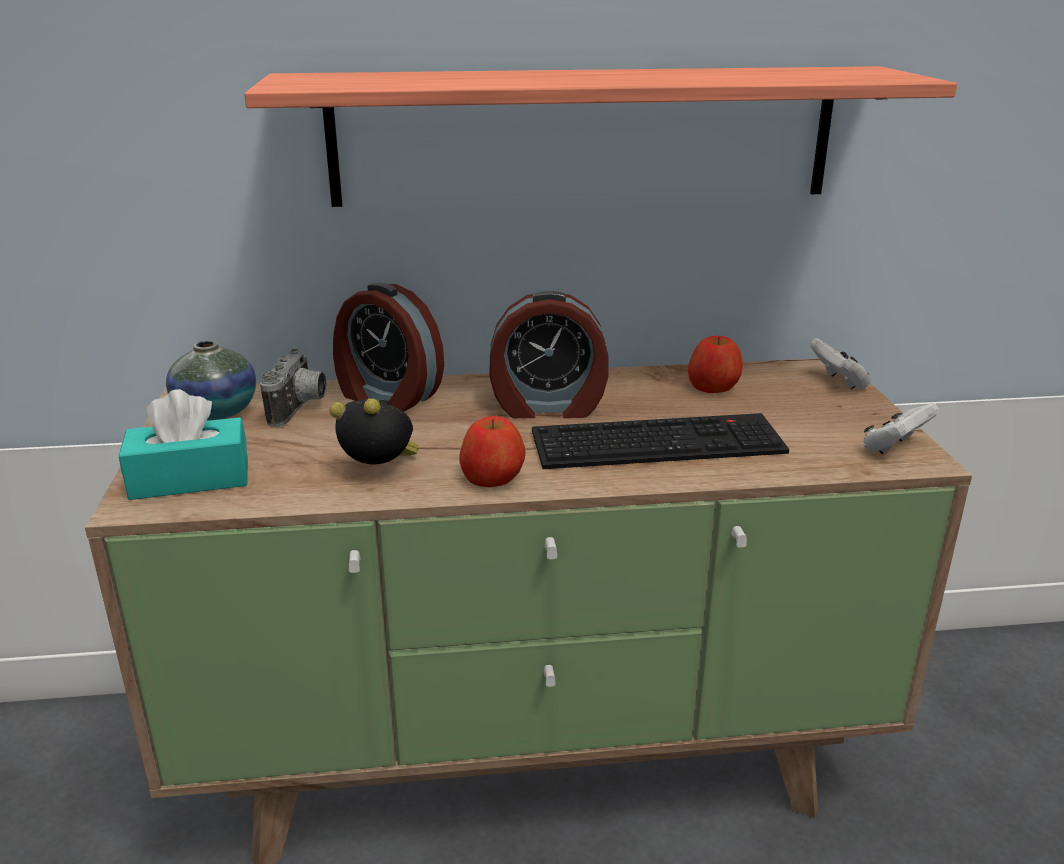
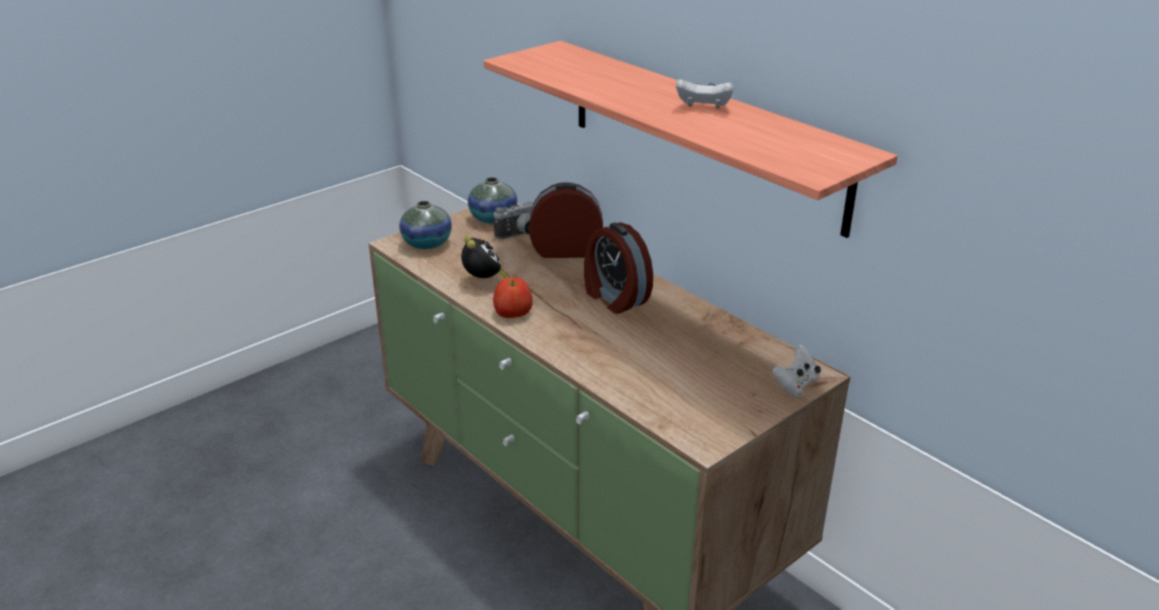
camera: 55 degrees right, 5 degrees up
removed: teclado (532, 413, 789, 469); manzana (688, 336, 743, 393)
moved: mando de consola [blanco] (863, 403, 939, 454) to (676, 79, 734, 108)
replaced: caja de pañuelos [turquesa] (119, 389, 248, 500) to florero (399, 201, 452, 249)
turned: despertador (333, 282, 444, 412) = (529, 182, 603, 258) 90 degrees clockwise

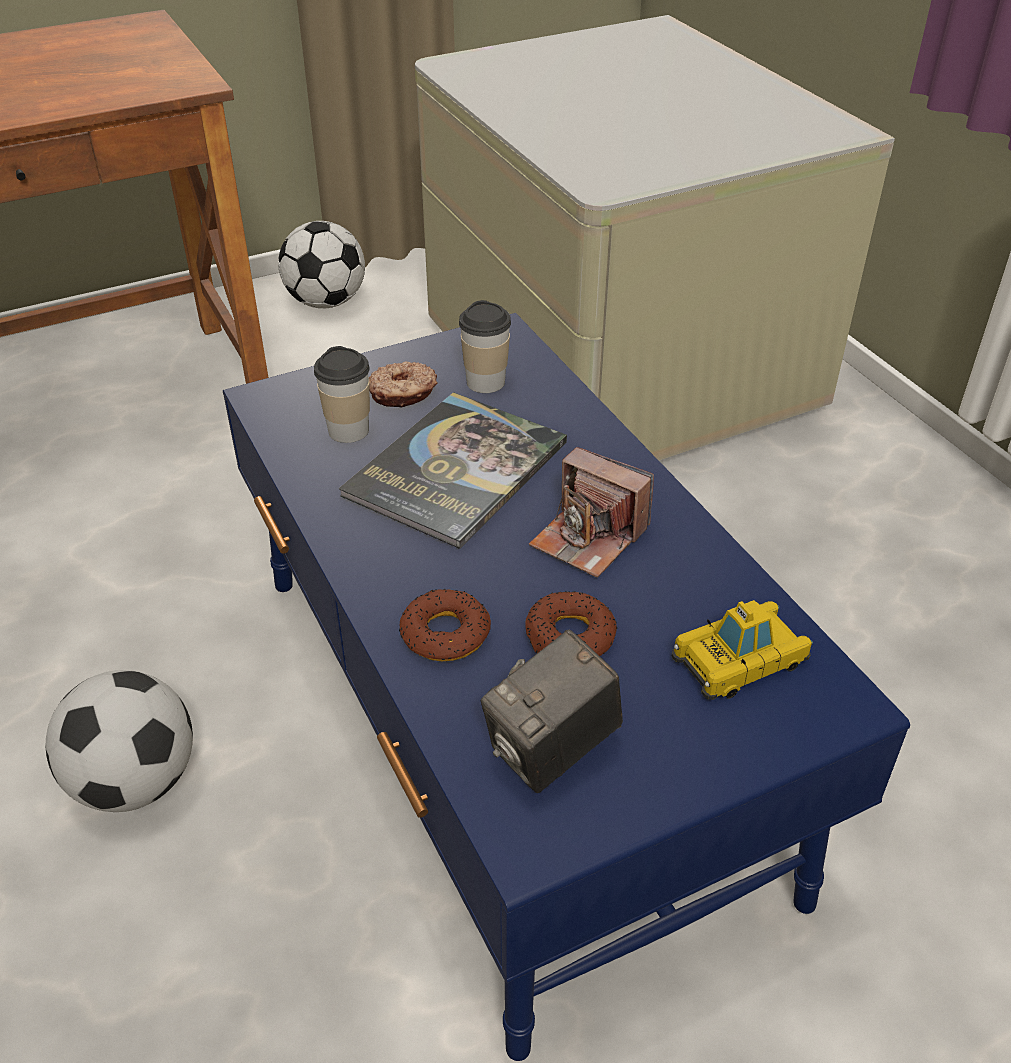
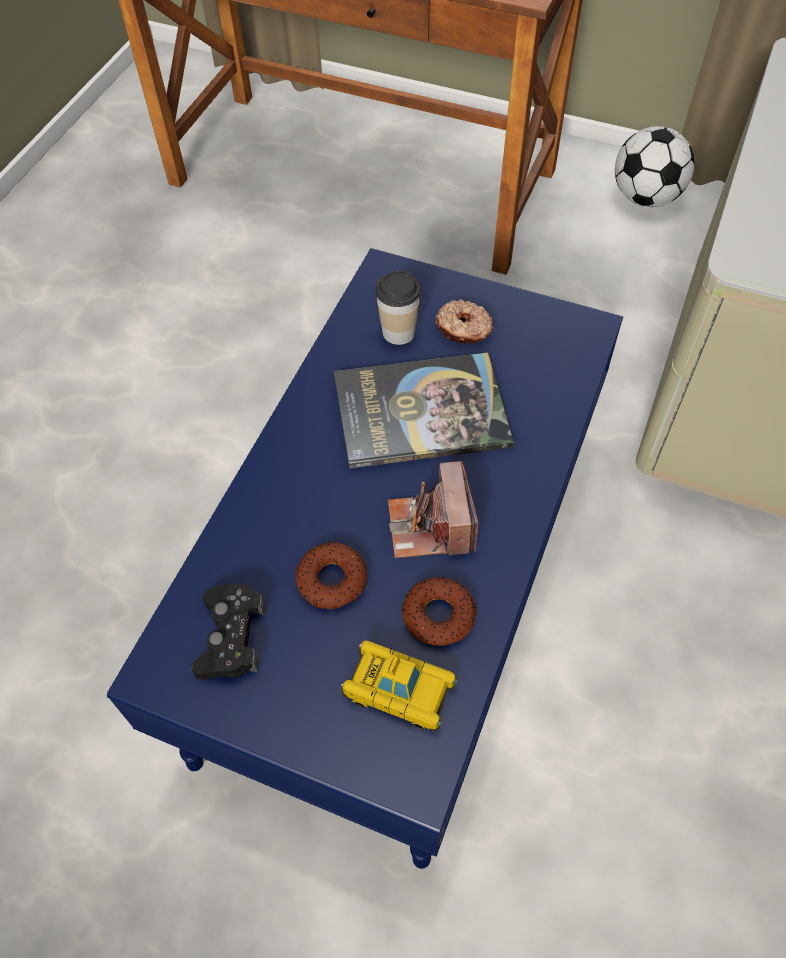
camera: 50 degrees right, 15 degrees up
removed: balón de fútbol (46, 670, 193, 812); taza (459, 300, 511, 393)
moved: rosquilla (399, 589, 491, 661) to (402, 577, 477, 646)
replaced: cámara (481, 630, 623, 793) to mando de consola [negro] (191, 584, 266, 680)

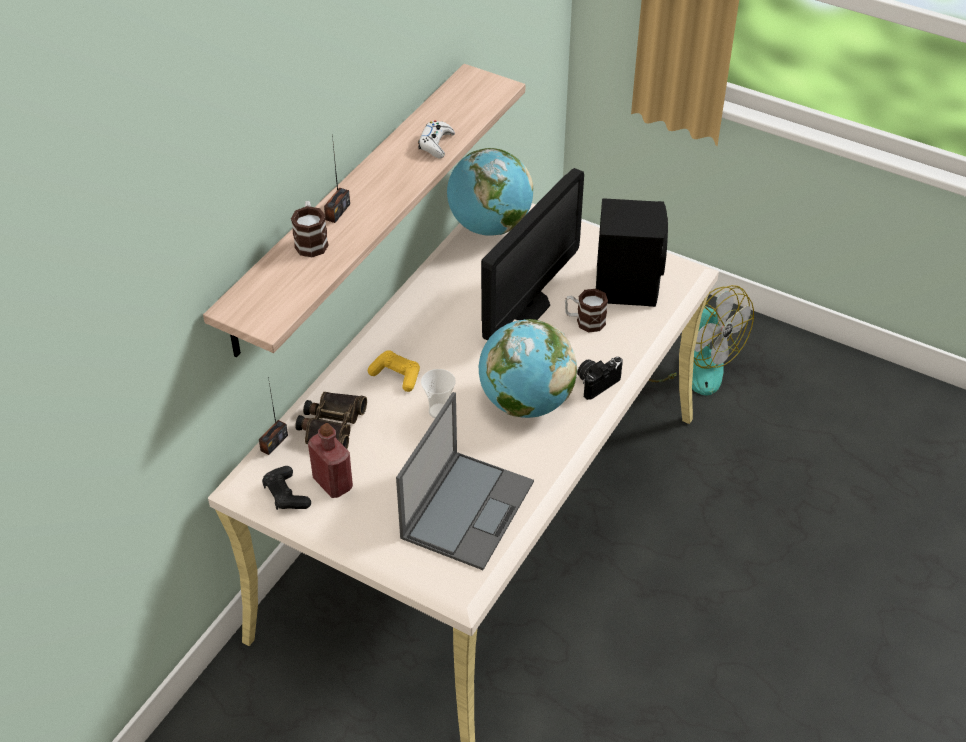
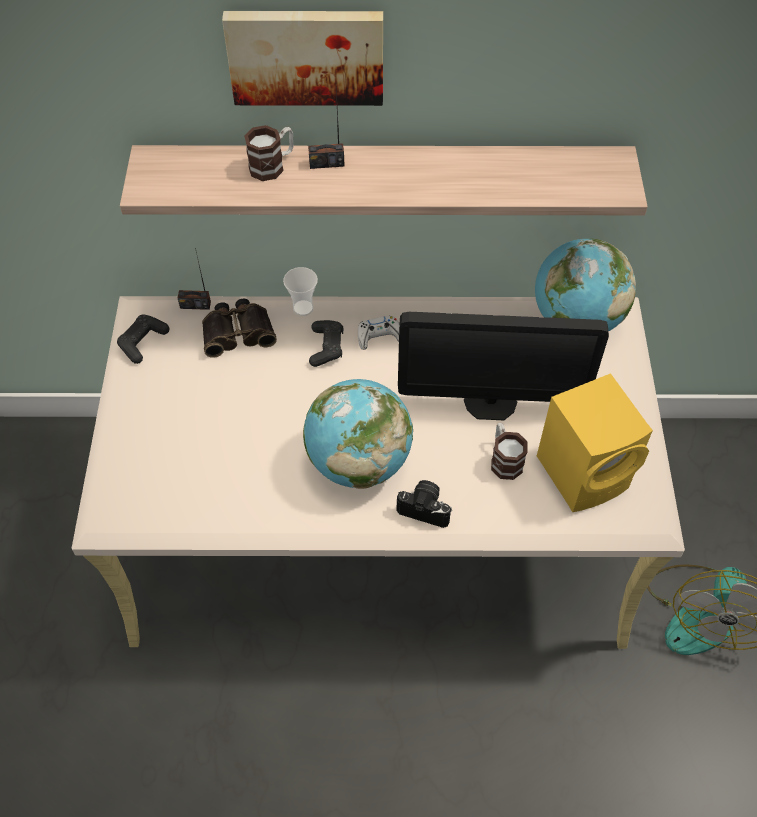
camera: 60 degrees right, 10 degrees up
removed: botella [rojo] (308, 423, 353, 498); portátil (396, 392, 534, 570)
added: cuadro (222, 11, 383, 106)
moved: mando de consola [blanco] (418, 120, 455, 159) to (358, 316, 400, 350); taza (421, 369, 456, 418) to (283, 267, 318, 316)
recoloured: mando de consola [amarillo] (368, 350, 420, 392) to mando de consola [negro] (309, 320, 343, 367); altavoz [negro] (596, 198, 668, 307) to altavoz [amarillo] (537, 373, 653, 512)

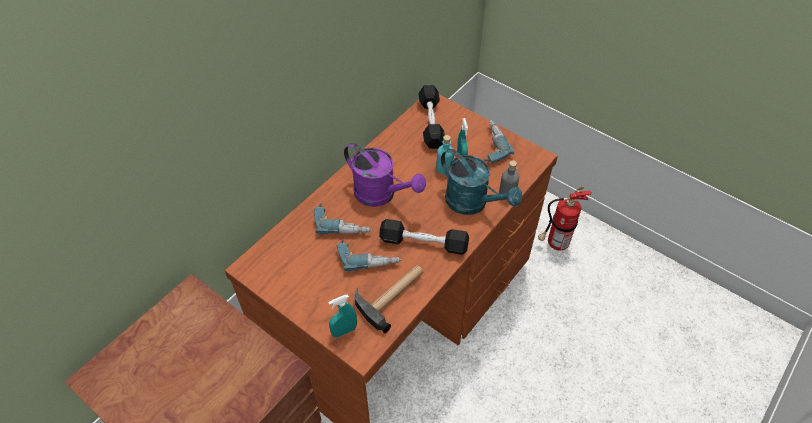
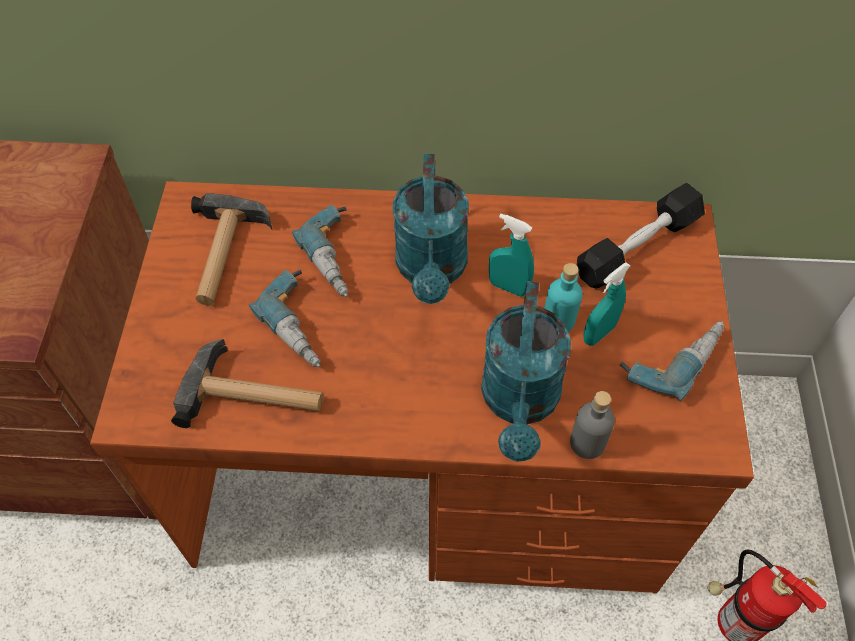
camera: 55 degrees right, 5 degrees up
removed: mancuerna [negro] (379, 219, 469, 255)
added: martillo (191, 193, 272, 306)
moved: pulverizador [turquesa] (328, 294, 357, 338) to (489, 214, 534, 297)
recoloured: regadera [morado] (344, 143, 426, 207) to regadera [turquesa] (393, 154, 469, 304)

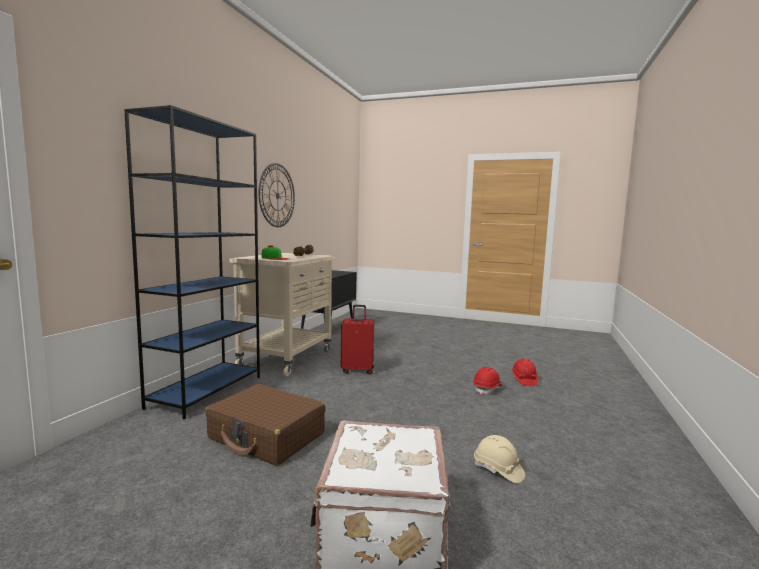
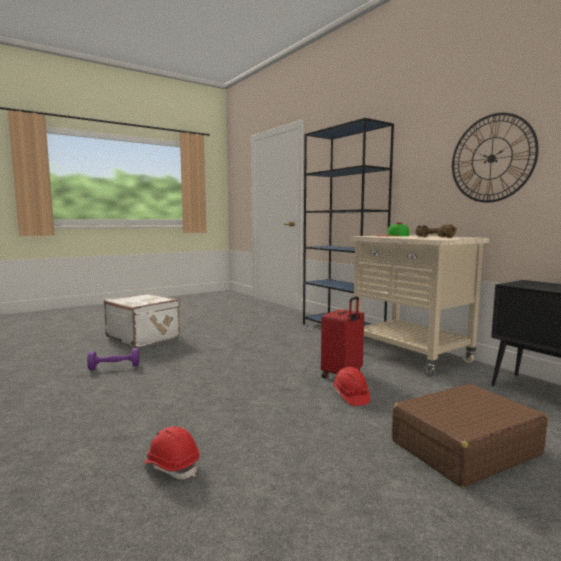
camera: 125 degrees right, 0 degrees up
moved: maleta [marrón] (205, 384, 325, 466) to (392, 384, 548, 487); casco [rojo] (473, 367, 502, 395) to (333, 367, 370, 406)
replaced: casco [beis] (474, 435, 525, 484) to mancuerna [morado] (87, 348, 139, 370)

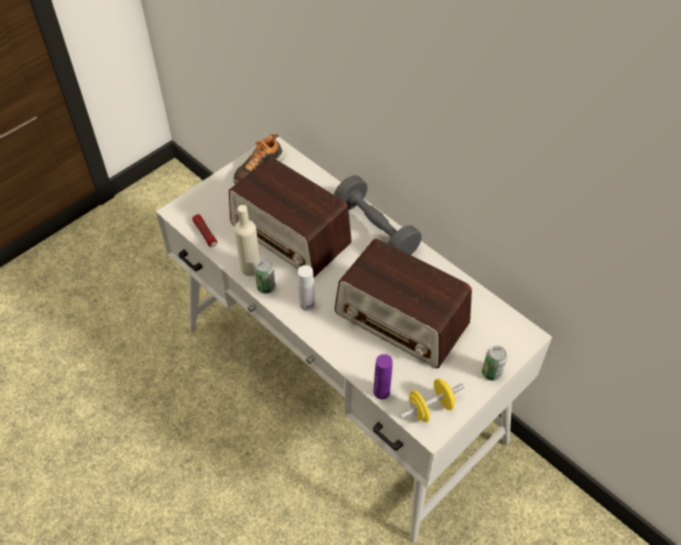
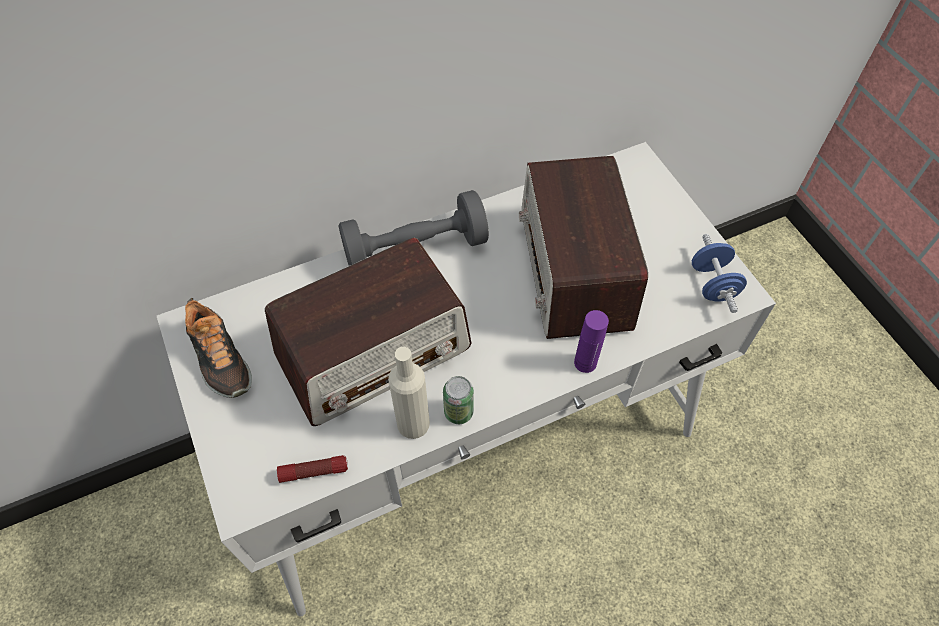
camera: 70 degrees left, 5 degrees up
removed: botella [blanco] (298, 265, 315, 311); lata (482, 346, 507, 381)
moved: botella [morado] (374, 354, 393, 399) to (574, 310, 609, 373)
recoloured: mancuerna [amarillo] (399, 379, 465, 422) to mancuerna [azul] (692, 234, 747, 313)
turned: radio (335, 238, 472, 368) = (519, 156, 648, 339) 120 degrees clockwise

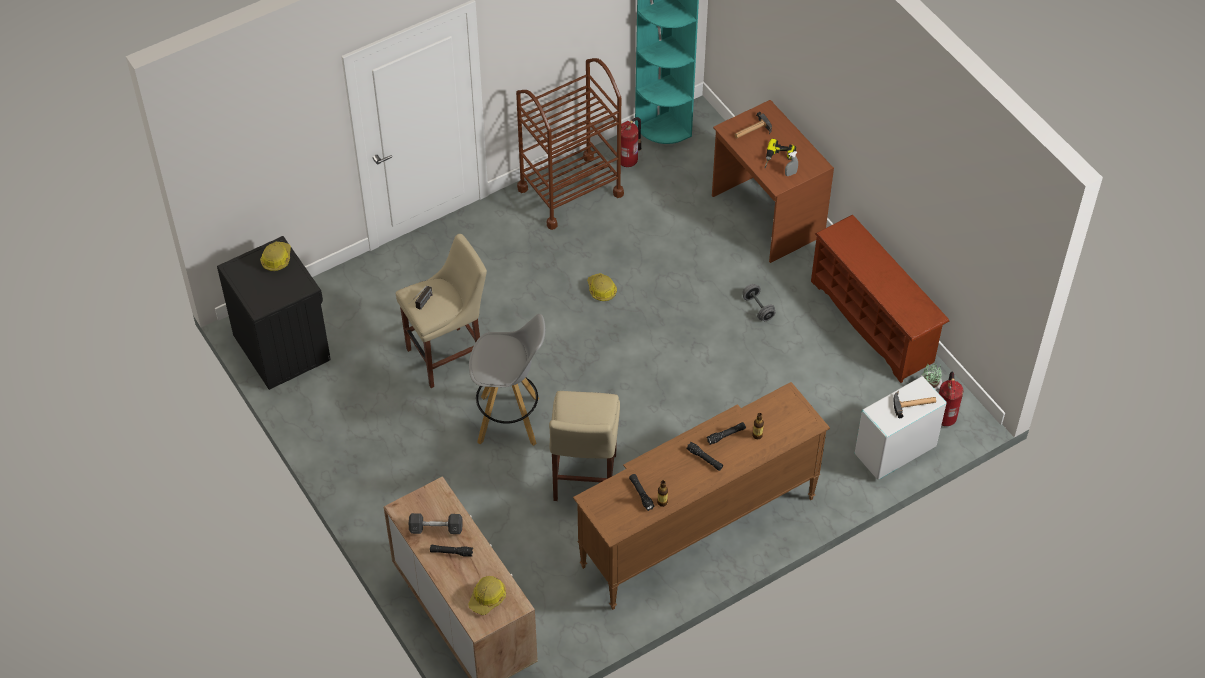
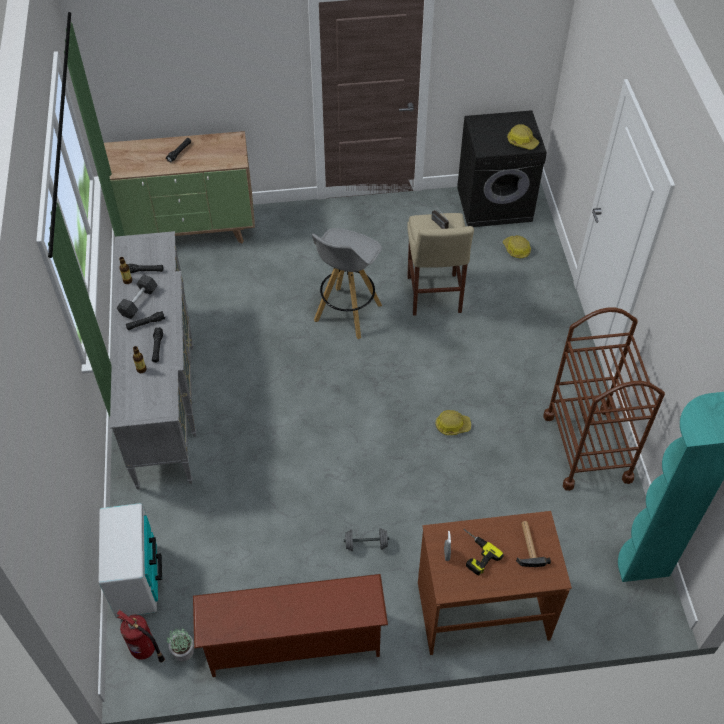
camera: 115 degrees right, 0 degrees up
removed: taburete [beis] (549, 391, 620, 501); extintor (621, 117, 642, 167); martillo (893, 391, 936, 418)
moved: mancuerna [gris] (409, 513, 463, 534) to (117, 275, 158, 319); casco (469, 576, 506, 615) to (503, 235, 531, 258)
recoloured: armario [marrón] (573, 382, 830, 610) to armario [gris] (110, 231, 196, 490)

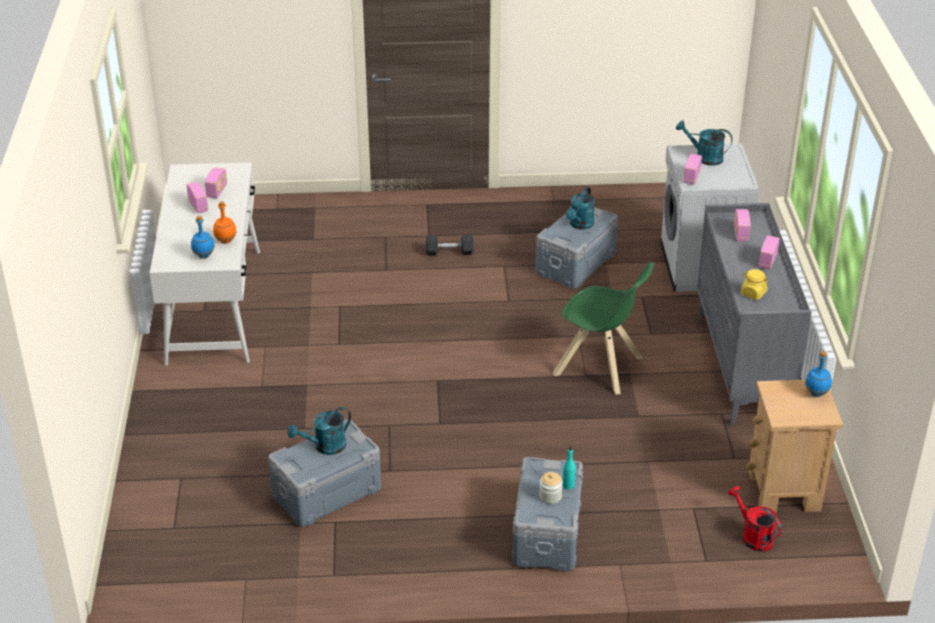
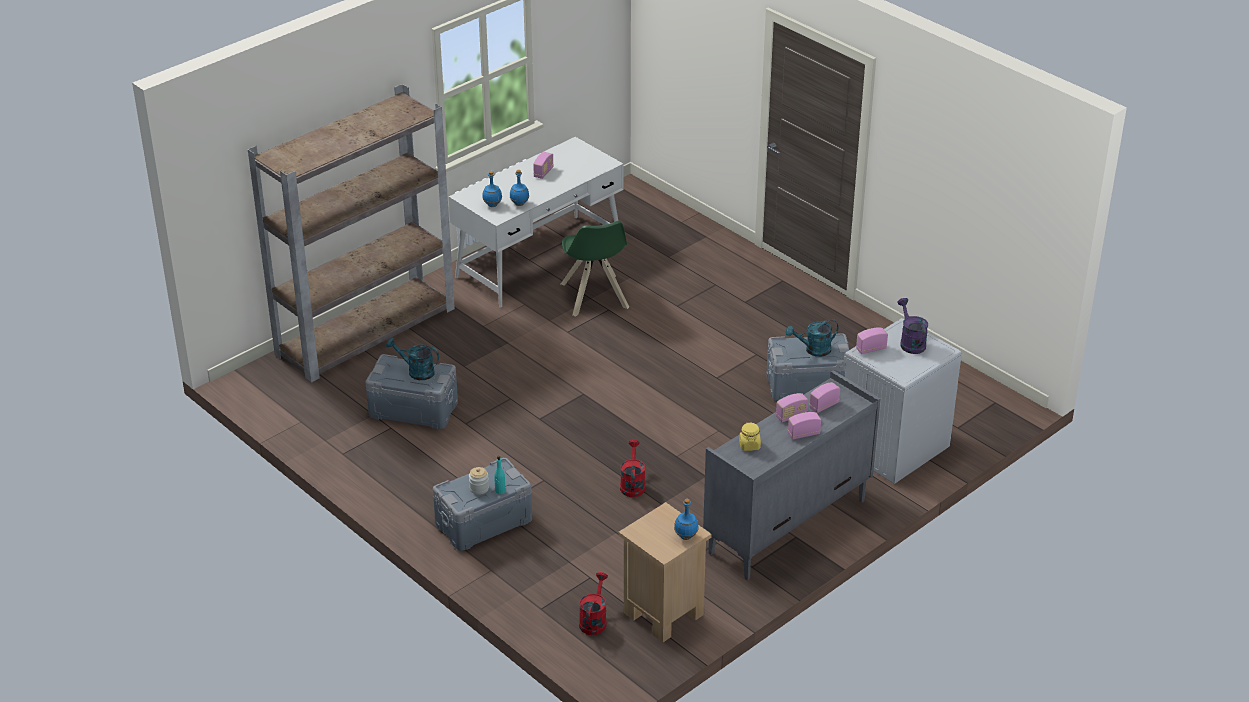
camera: 50 degrees right, 0 degrees up
removed: mancuerna [gris] (426, 235, 473, 256)
added: estantería [marrón] (248, 84, 455, 383); regadera [rojo] (620, 440, 645, 497)
moved: radio (205, 167, 227, 198) to (776, 393, 808, 422); silla [verde] (552, 262, 654, 395) to (561, 221, 629, 317)
recoloured: botella [naranja] (213, 202, 237, 244) to botella [azul] (510, 170, 529, 206); regadera [turquesa] (676, 120, 733, 166) to regadera [morado] (897, 298, 928, 354)

